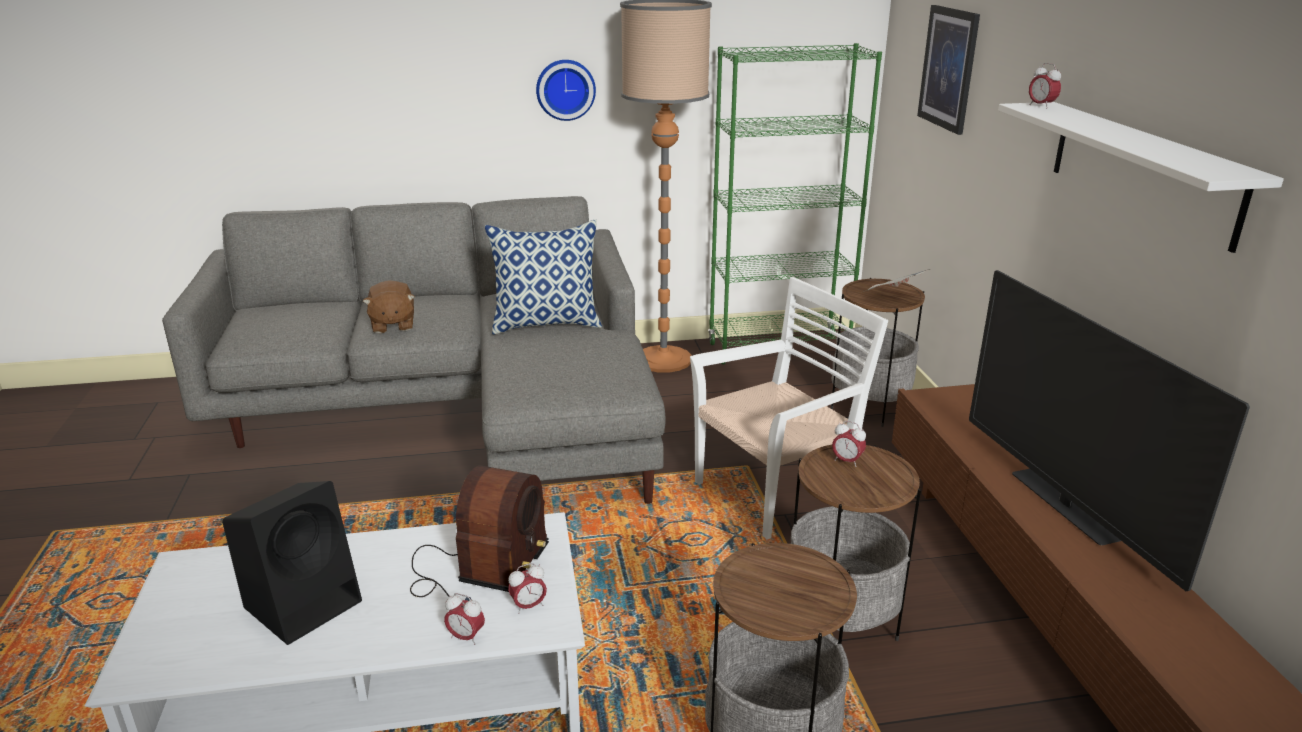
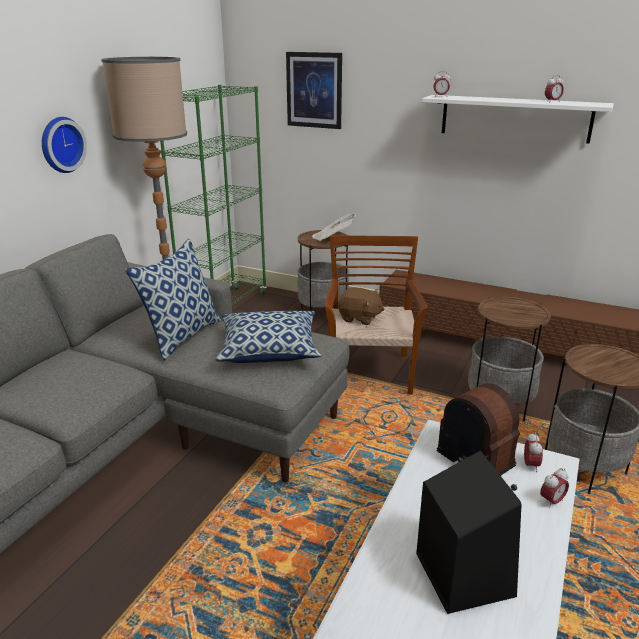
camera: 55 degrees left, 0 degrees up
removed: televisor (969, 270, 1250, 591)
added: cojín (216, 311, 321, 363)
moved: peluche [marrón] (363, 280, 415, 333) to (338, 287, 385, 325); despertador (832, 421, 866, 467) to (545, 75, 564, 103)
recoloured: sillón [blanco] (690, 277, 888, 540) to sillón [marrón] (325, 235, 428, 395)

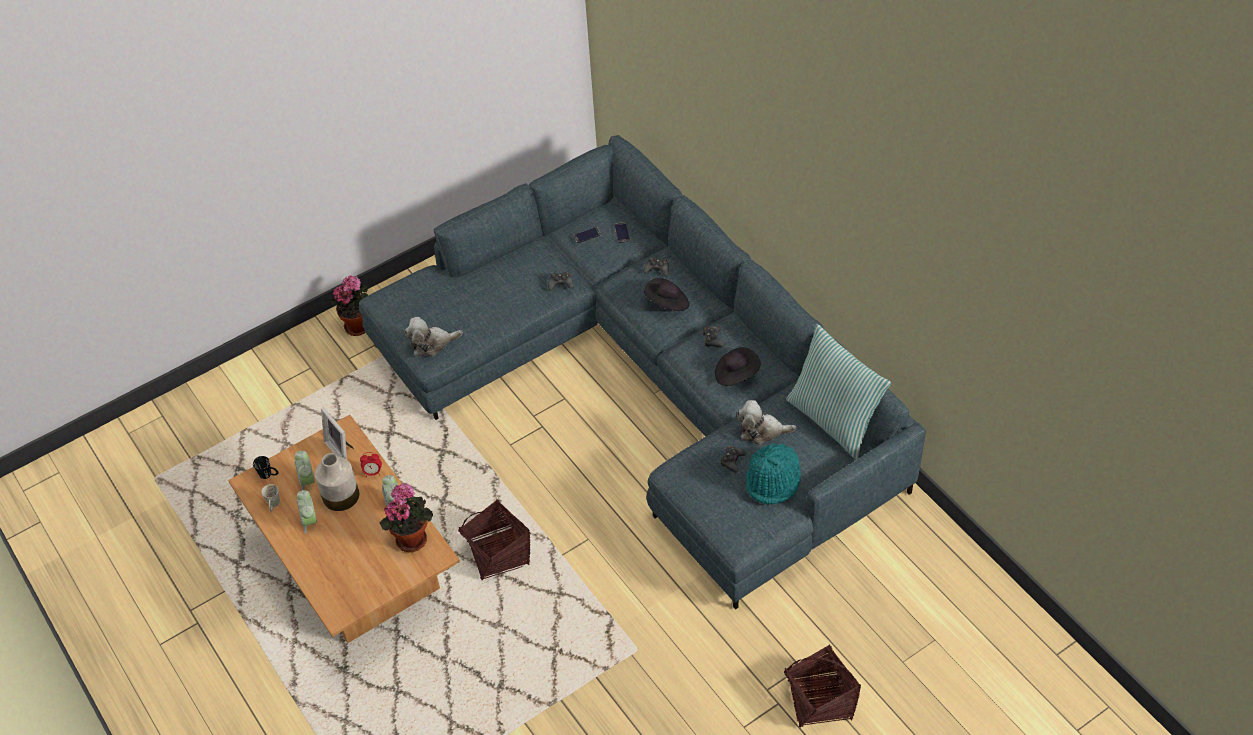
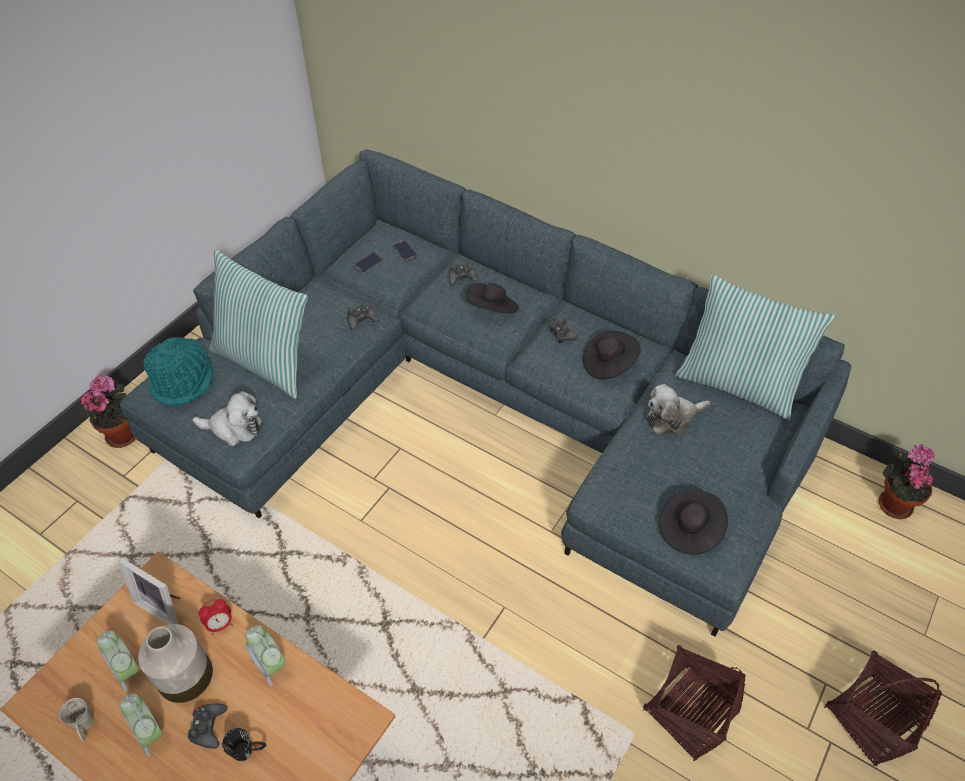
camera: 25 degrees left, 0 degrees up
added: cojín (209, 250, 308, 399); sombrero [negro] (659, 490, 728, 555)
moved: taza grande [negro] (253, 456, 279, 479) to (222, 728, 266, 761); planta en maceta (380, 482, 433, 552) to (878, 444, 935, 519); cesta (459, 499, 531, 580) to (643, 645, 746, 761); mando de consola [negro] (720, 446, 746, 473) to (188, 704, 227, 749); sombrero [turquesa] (746, 444, 801, 504) to (143, 337, 213, 406)
turned: peluche (405, 317, 463, 357) = (192, 391, 262, 446) 135 degrees counterclockwise

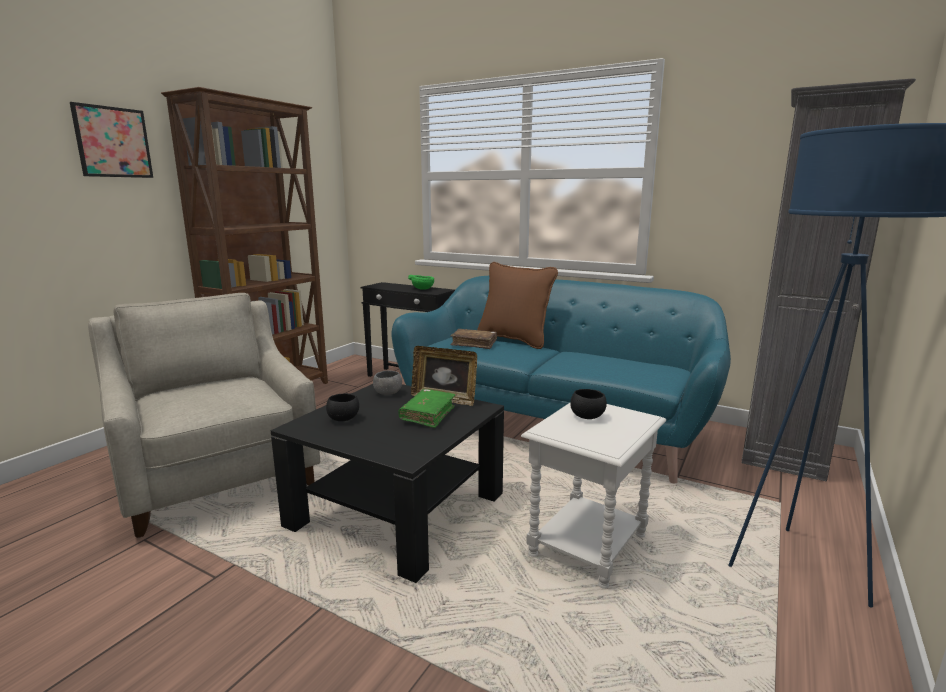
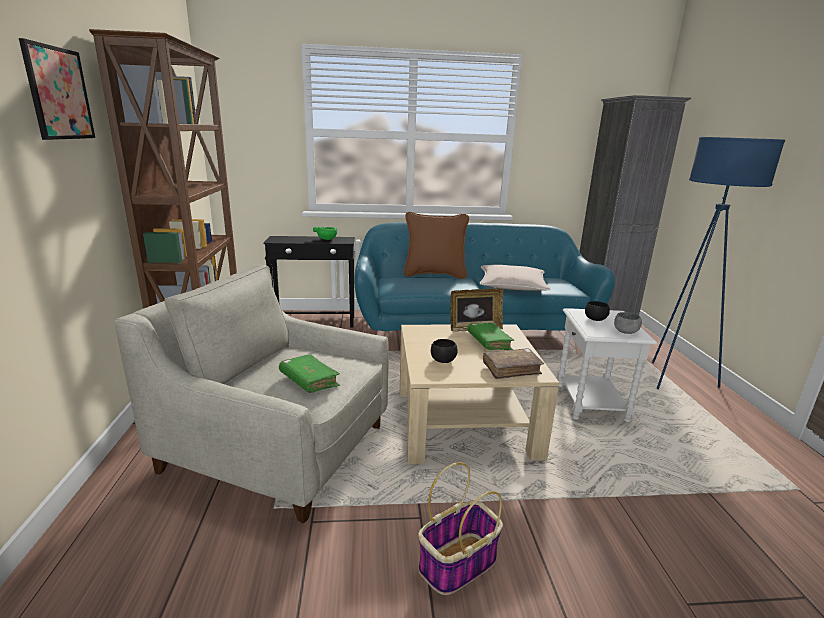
camera: 35 degrees left, 5 degrees up
added: libro [verde] (279, 354, 340, 393); cesta (418, 462, 503, 595); cojín [beis] (480, 265, 551, 291)
moved: cuenco [gris] (373, 370, 402, 395) to (614, 312, 642, 334); libro [marrón] (450, 329, 497, 349) to (483, 348, 544, 379)
recoloured: mesa de centro [negro] (271, 384, 504, 583) to mesa de centro [beis] (399, 324, 559, 464)

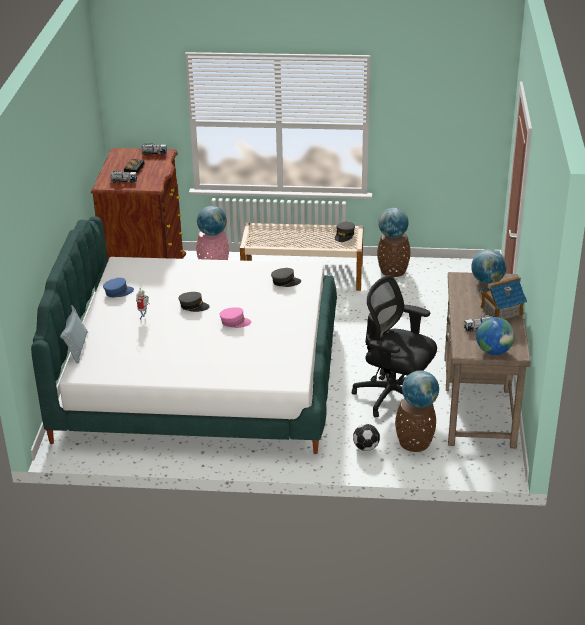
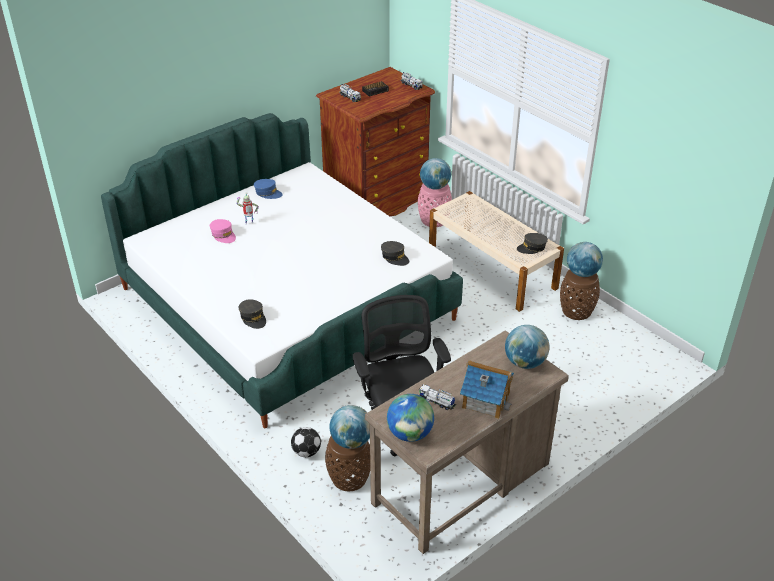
camera: 45 degrees right, 5 degrees up
removed: cojín [azul] (60, 305, 88, 364)
moved: gorra [gris] (178, 292, 210, 312) to (239, 299, 266, 329); gorra [rosa] (219, 307, 251, 328) to (210, 219, 236, 243)

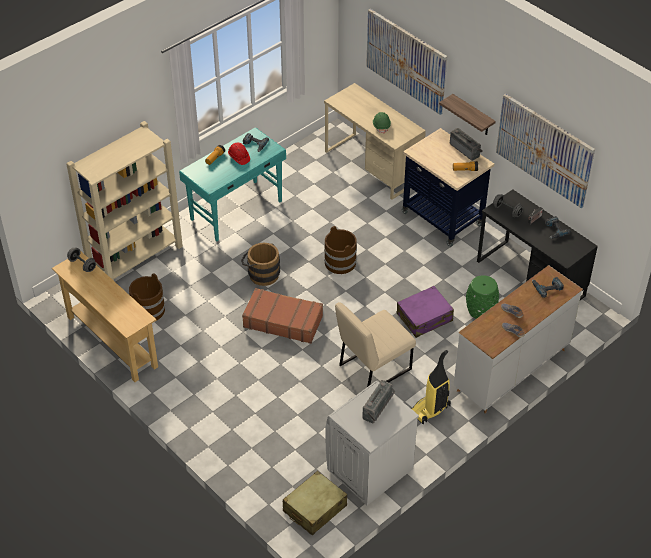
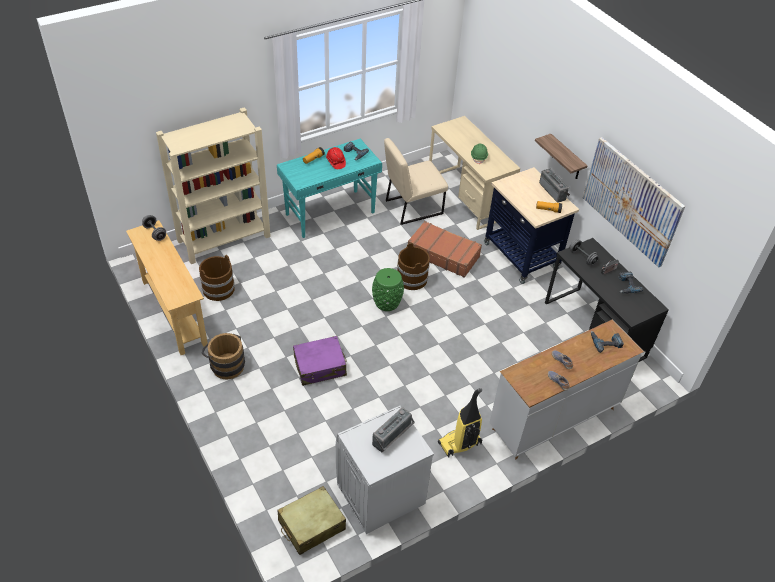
camera: 10 degrees right, 0 degrees up
removed: cuadro (366, 9, 447, 115)
moved: cubo [marrón] (241, 242, 280, 286) to (201, 333, 245, 380); maleta [marrón] (242, 288, 323, 344) to (408, 221, 482, 278); silla [beis] (335, 302, 416, 387) to (384, 138, 448, 225); maleta [morado] (397, 286, 454, 338) to (293, 336, 347, 386); taburete [verde] (466, 275, 499, 319) to (372, 268, 404, 311)

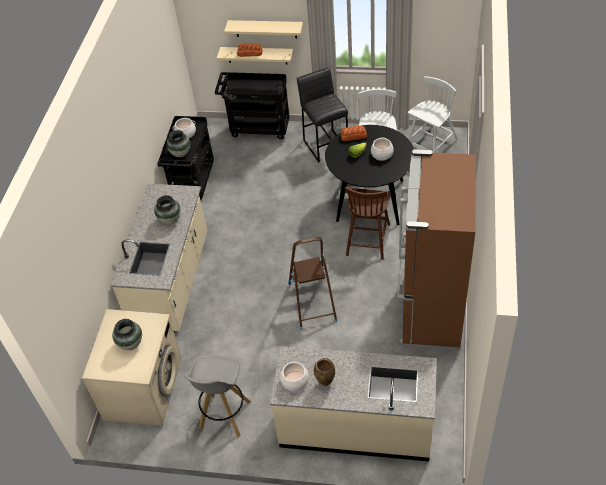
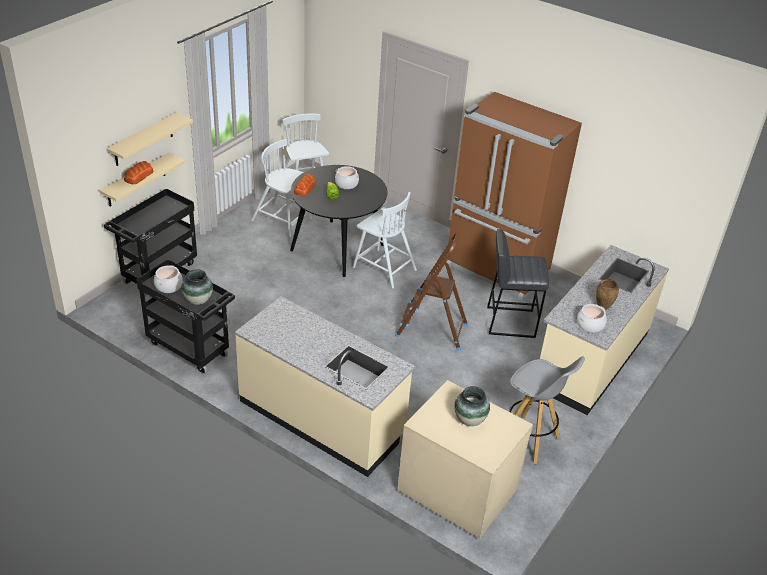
camera: 70 degrees left, 10 degrees down
removed: florero (154, 195, 181, 224)
moved: taburete [gris] (297, 67, 348, 162) to (487, 229, 549, 338)
recoloured: silla [marrón] (345, 187, 391, 260) to silla [blanco] (353, 192, 417, 288)

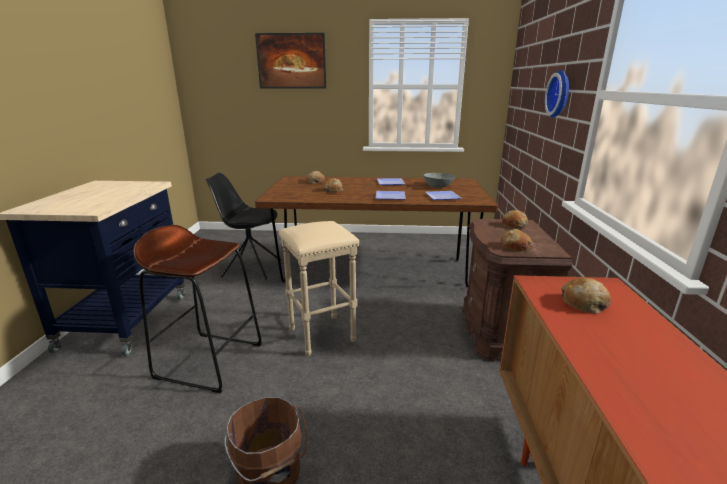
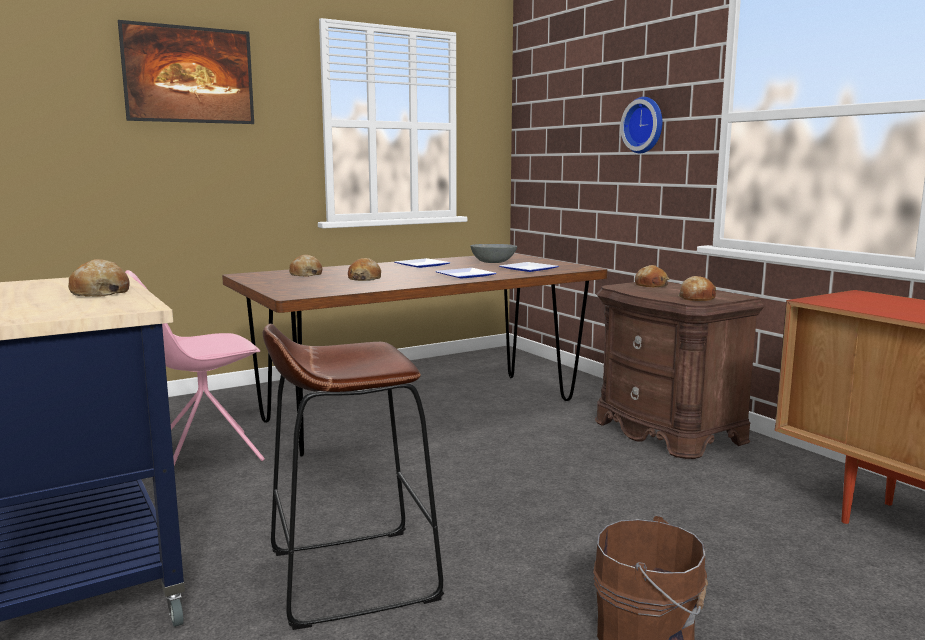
camera: 35 degrees left, 10 degrees down
removed: taburete [beis] (279, 221, 359, 356)
moved: pan (561, 278, 611, 314) to (68, 259, 130, 297)
recoloured: silla [negro] (205, 173, 281, 279) to silla [rosa] (125, 270, 265, 465)

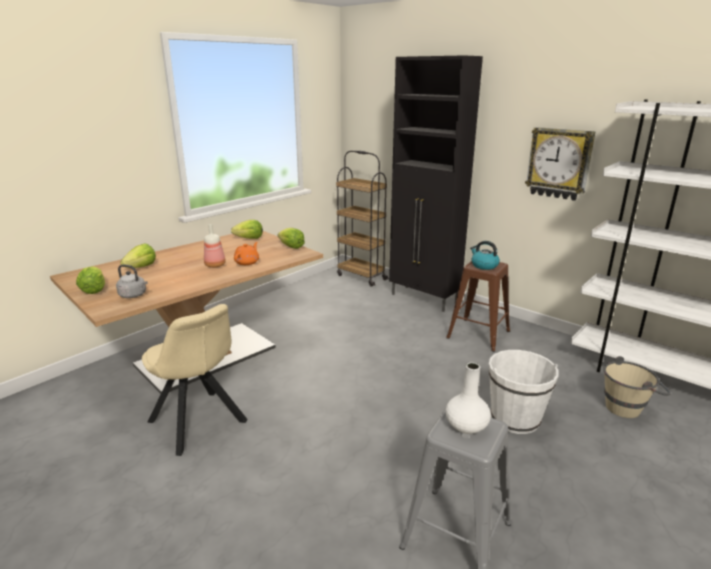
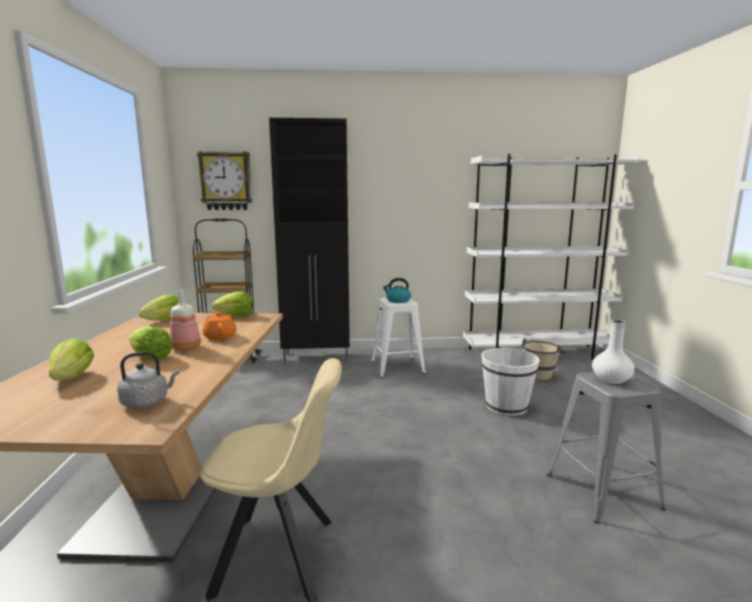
camera: 45 degrees left, 10 degrees down
moved: lechuga (76, 266, 105, 294) to (129, 326, 172, 360); reloj de pared (525, 127, 595, 201) to (197, 151, 253, 210)
recoloured: taburete [marrón] (446, 261, 510, 352) to taburete [blanco] (371, 298, 426, 378)

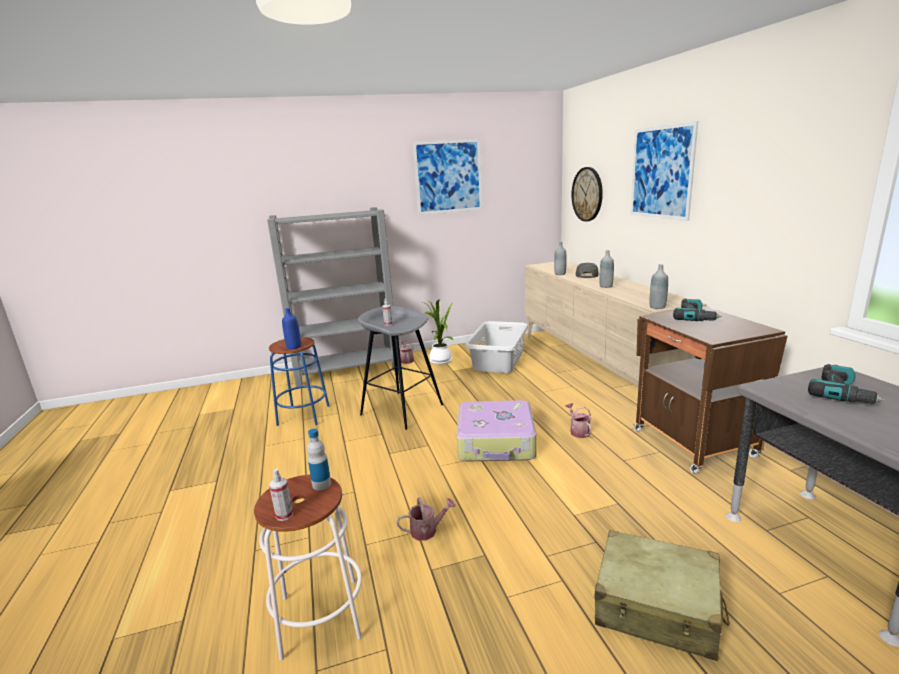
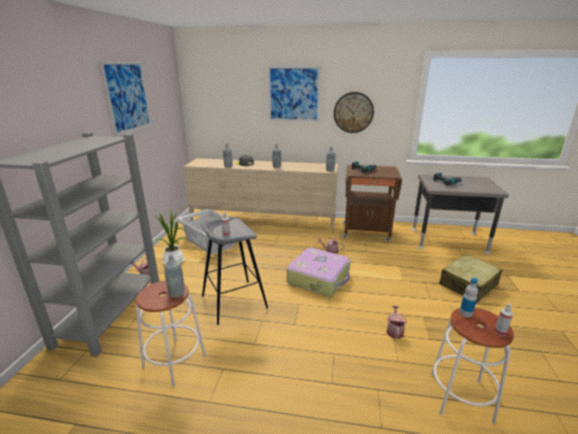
camera: 65 degrees left, 5 degrees up
moved: reloj de pared (572, 167, 603, 222) to (334, 92, 374, 133)
recoloured: taburete [azul] (269, 337, 329, 426) to taburete [blanco] (136, 280, 206, 387); botella [azul] (282, 308, 301, 349) to botella [gris] (164, 254, 185, 298)

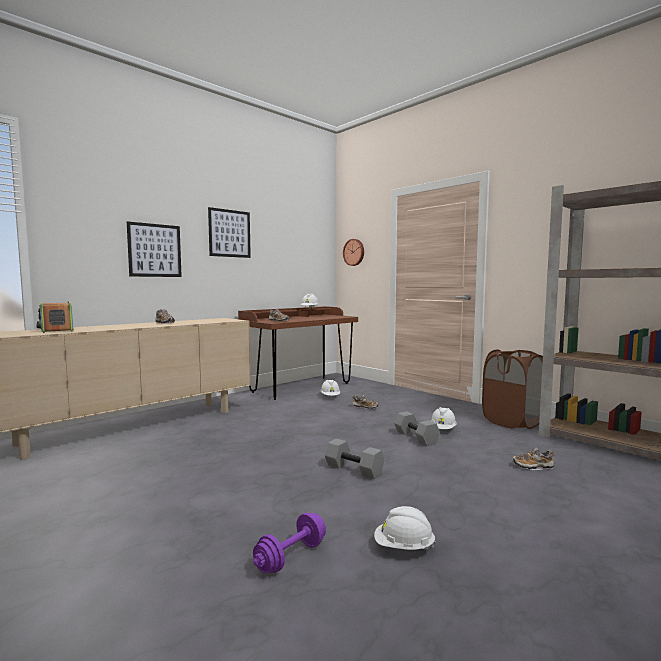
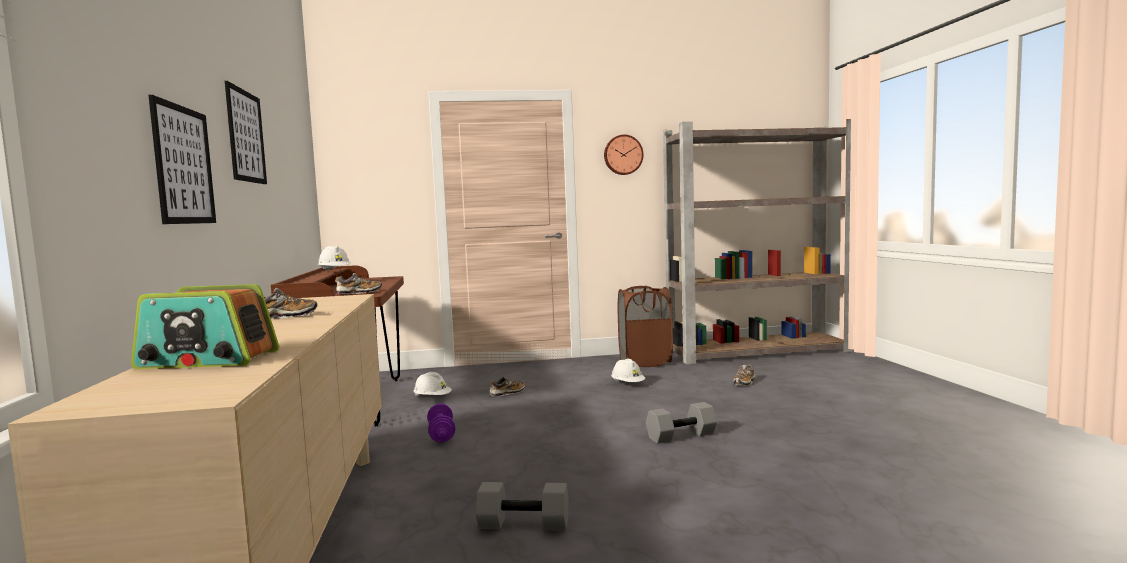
camera: 55 degrees left, 0 degrees up
removed: casco [blanco] (374, 506, 436, 550)
moved: mancuerna [morado] (253, 513, 326, 573) to (427, 403, 455, 442); reloj de pared (343, 239, 364, 266) to (604, 135, 644, 175); mancuerna [gris] (394, 411, 440, 446) to (476, 482, 568, 531)

